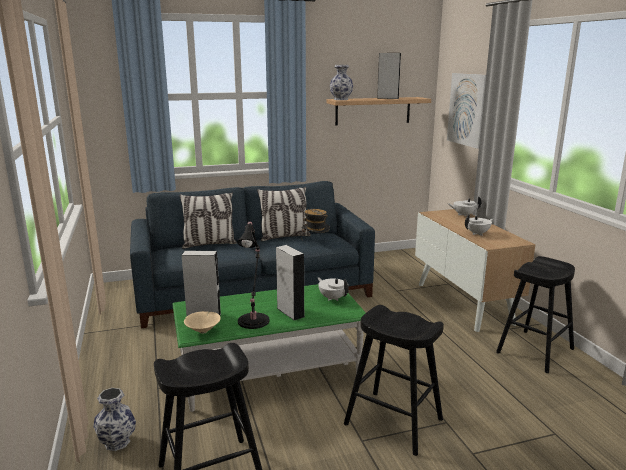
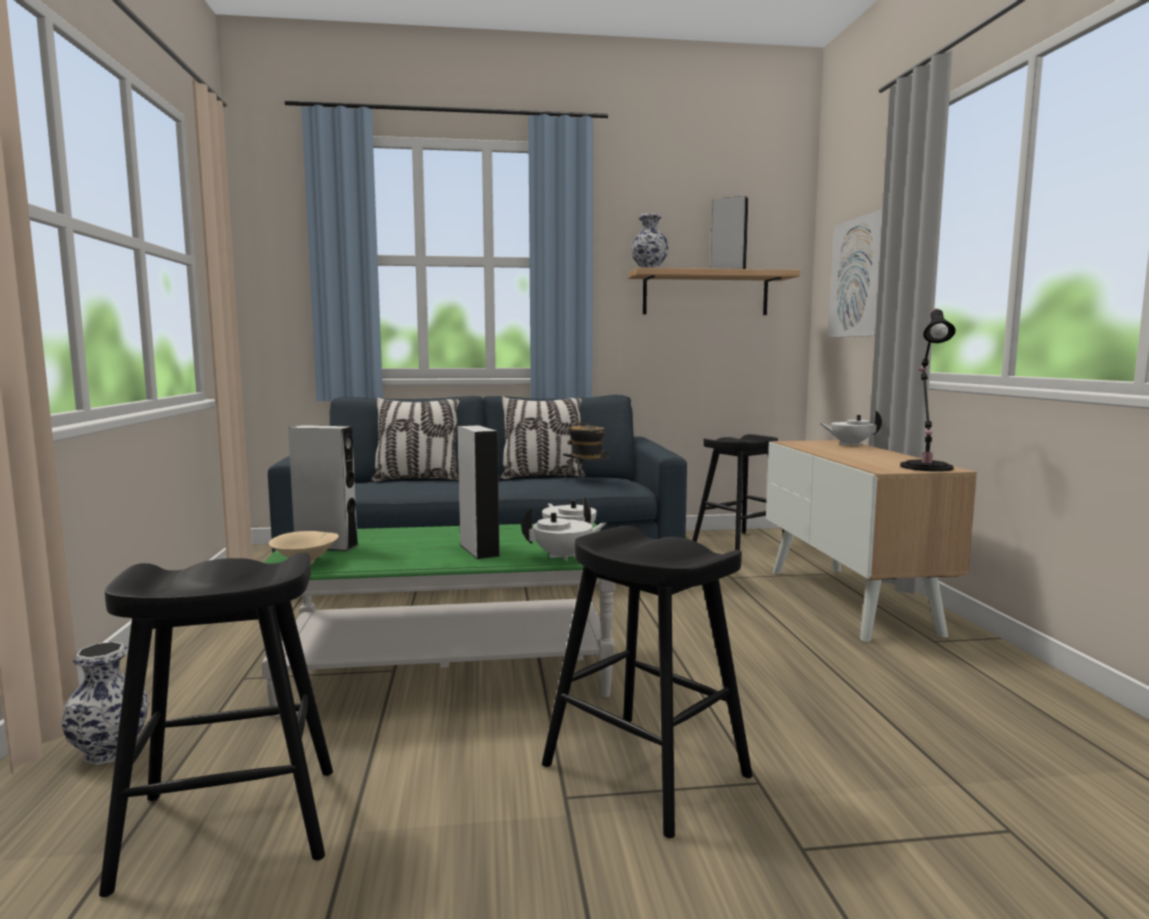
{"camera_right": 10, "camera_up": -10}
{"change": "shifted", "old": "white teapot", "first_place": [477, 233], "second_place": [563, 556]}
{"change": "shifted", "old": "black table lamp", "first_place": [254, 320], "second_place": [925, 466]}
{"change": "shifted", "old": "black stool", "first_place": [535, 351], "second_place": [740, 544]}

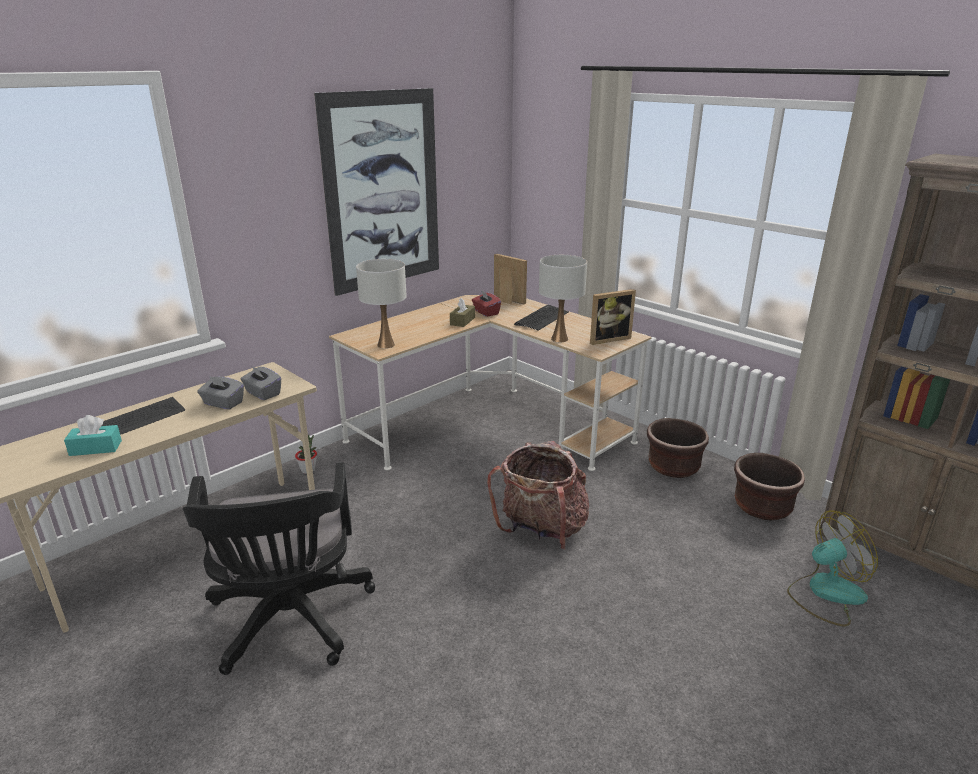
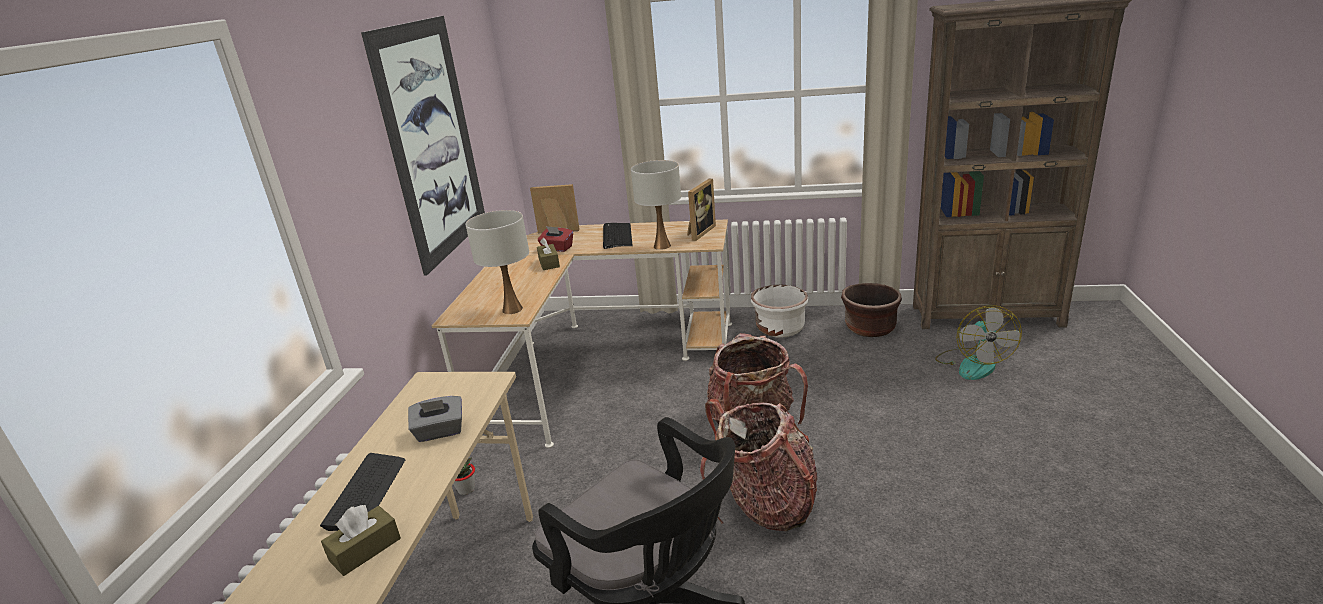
{"camera_right": -35, "camera_up": 0}
{"change": "gone", "old": "grey tissue box", "first_place": [262, 393]}
{"change": "repainted", "old": "turquoise tissue box", "new": "brown tissue box", "first_place": [95, 448], "second_place": [365, 549]}
{"change": "repainted", "old": "brown planter", "new": "white planter", "first_place": [673, 467], "second_place": [779, 329]}
{"change": "rotated", "old": "fan", "first_place": [825, 593], "second_place": [973, 364], "degrees": 150}
{"change": "new", "new": "backpack", "second_place": [765, 505]}

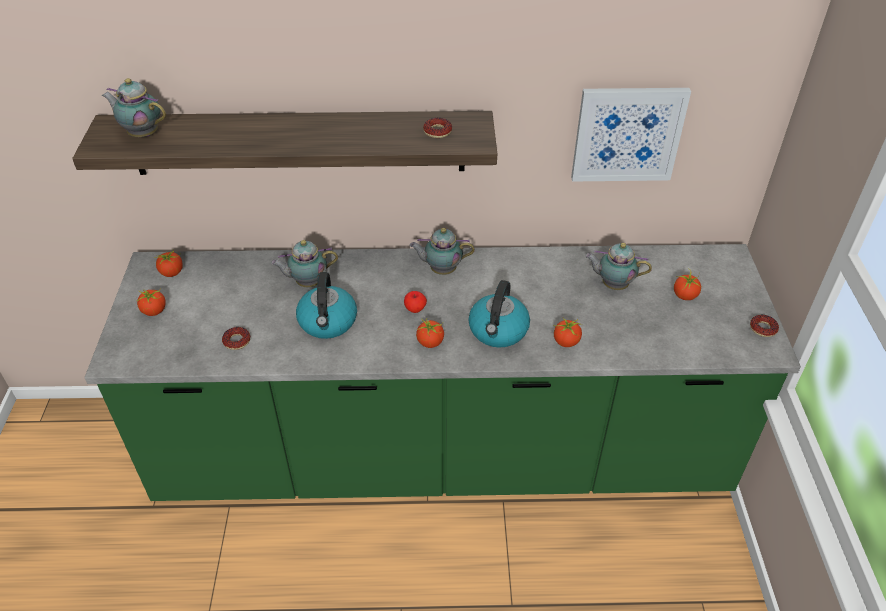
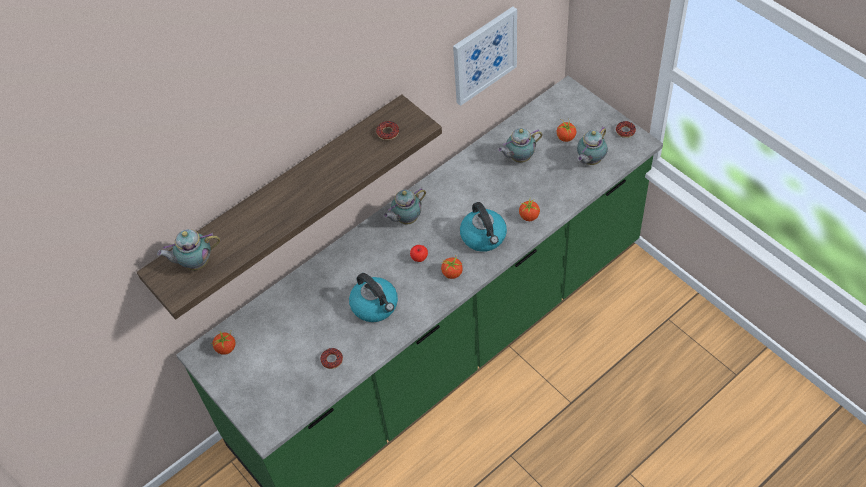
{"camera_right": -35, "camera_up": 10}
{"change": "shifted", "old": "teapot", "first_place": [307, 283], "second_place": [590, 161]}
{"change": "gone", "old": "tomato", "first_place": [154, 311]}

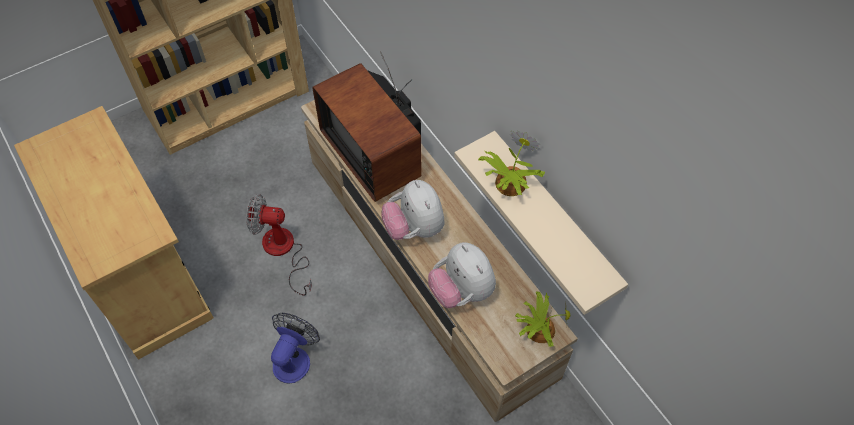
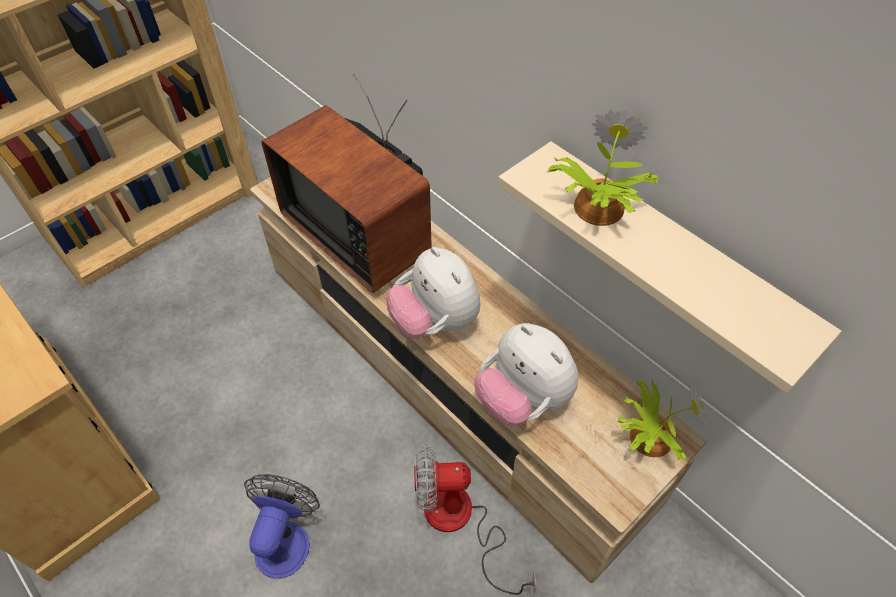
{"camera_right": -10, "camera_up": -5}
{"change": "shifted", "old": "fan", "first_place": [283, 251], "second_place": [460, 523]}

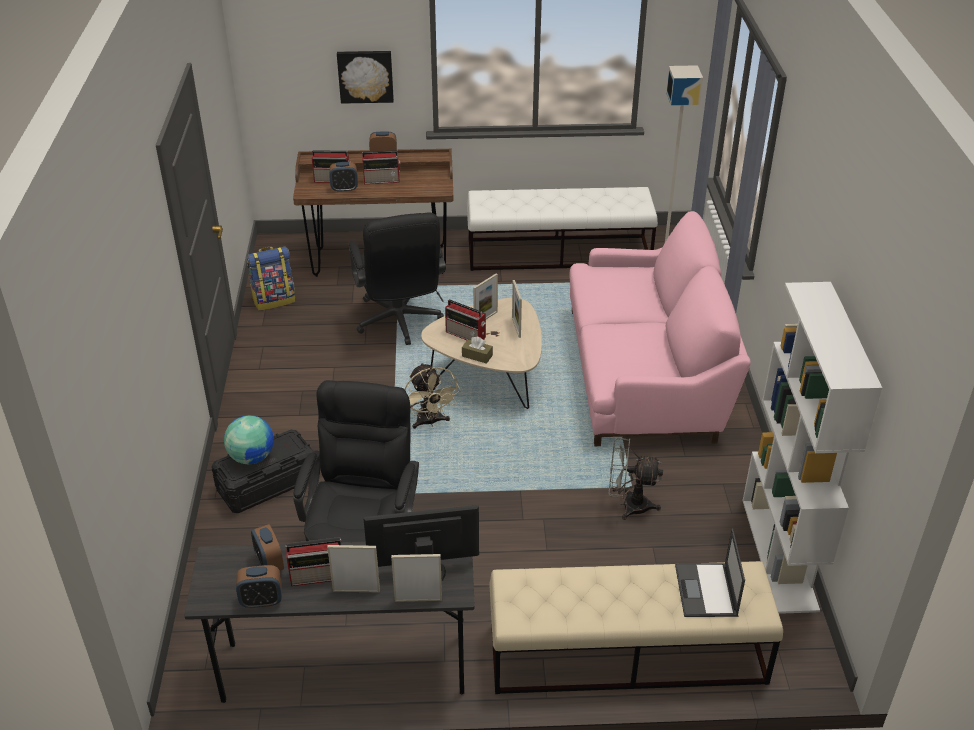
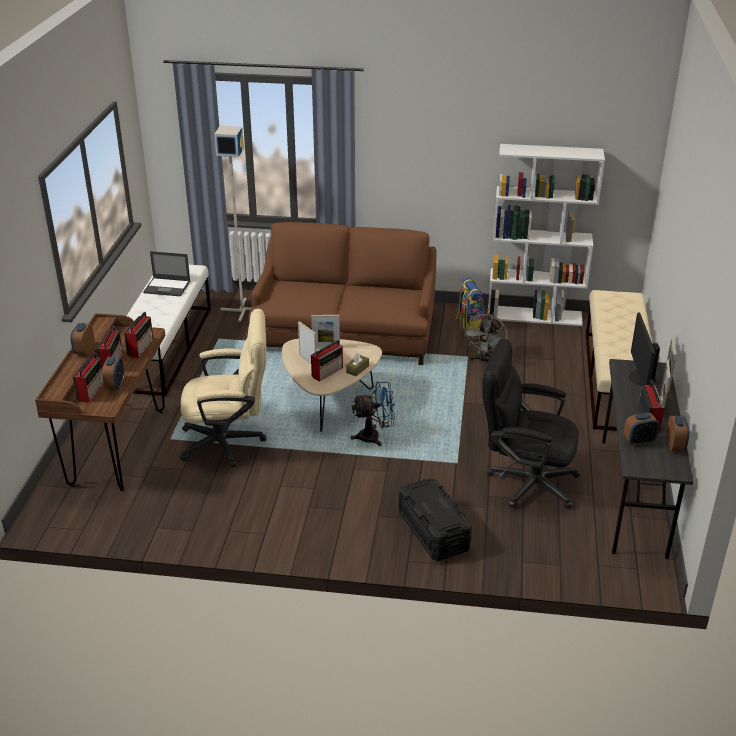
{"camera_right": -80, "camera_up": -5}
{"change": "gone", "old": "picture", "first_place": [365, 76]}
{"change": "repainted", "old": "pink sofa", "new": "brown sofa", "first_place": [644, 373], "second_place": [346, 333]}
{"change": "repainted", "old": "black office chair", "new": "beige office chair", "first_place": [399, 323], "second_place": [230, 442]}
{"change": "shifted", "old": "backpack", "first_place": [274, 300], "second_place": [469, 326]}
{"change": "repainted", "old": "beige fan", "new": "blue fan", "first_place": [430, 422], "second_place": [375, 437]}
{"change": "gone", "old": "globe", "first_place": [252, 457]}
{"change": "shifted", "old": "laptop", "first_place": [706, 591], "second_place": [167, 287]}
{"change": "new", "new": "radio", "second_place": [141, 347]}

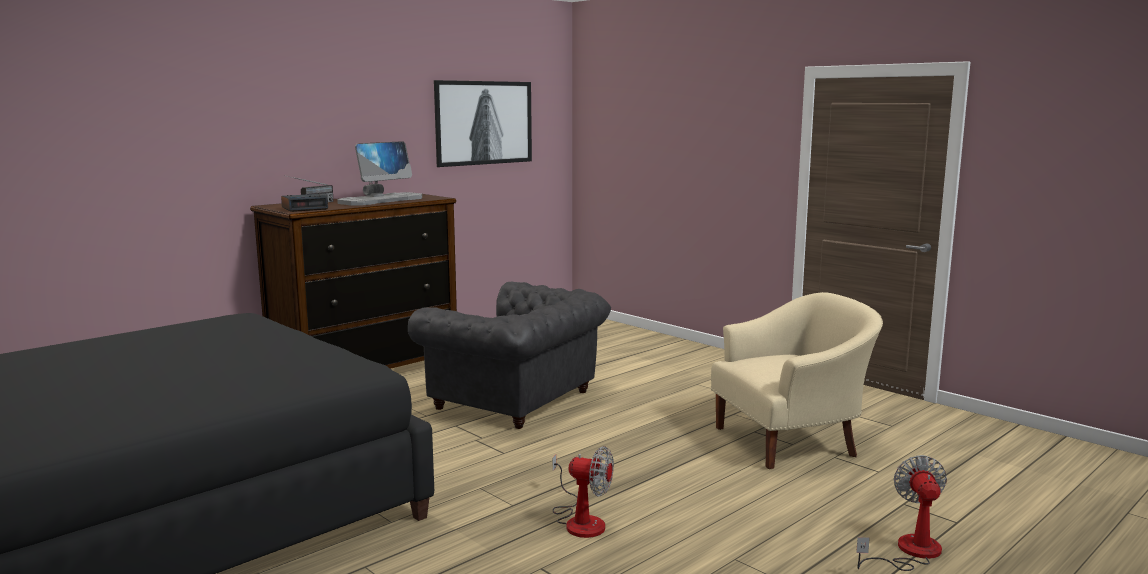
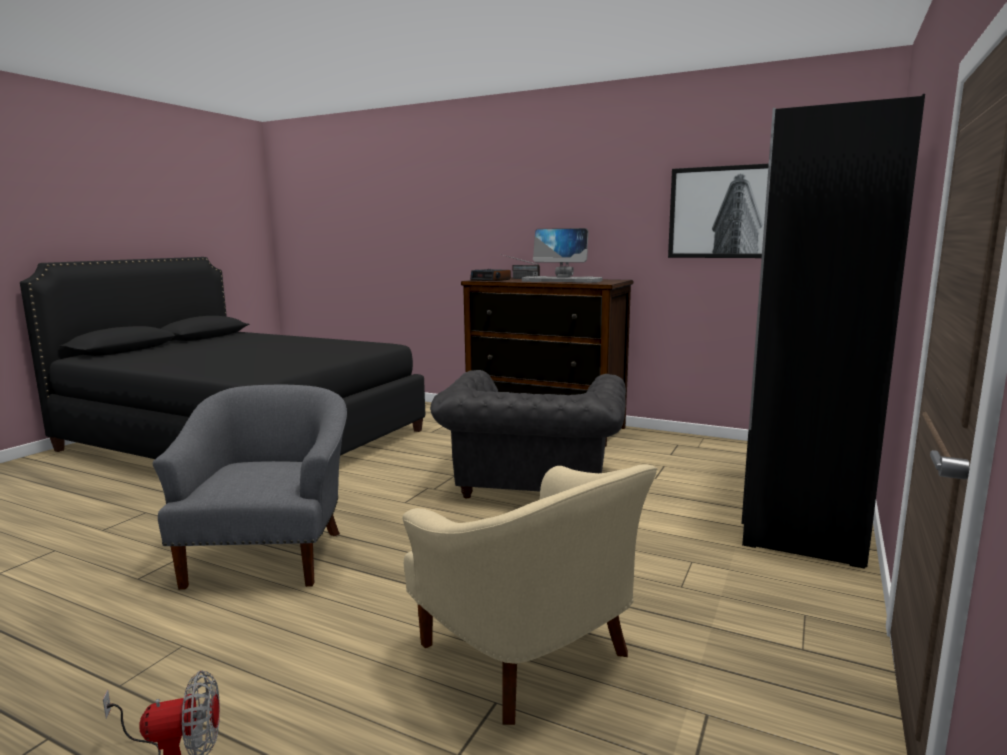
{"camera_right": 70, "camera_up": 0}
{"change": "swapped", "old": "fan", "new": "grey armchair", "first_place": [580, 520], "second_place": [270, 556]}
{"change": "new", "new": "black wardrobe", "second_place": [804, 517]}

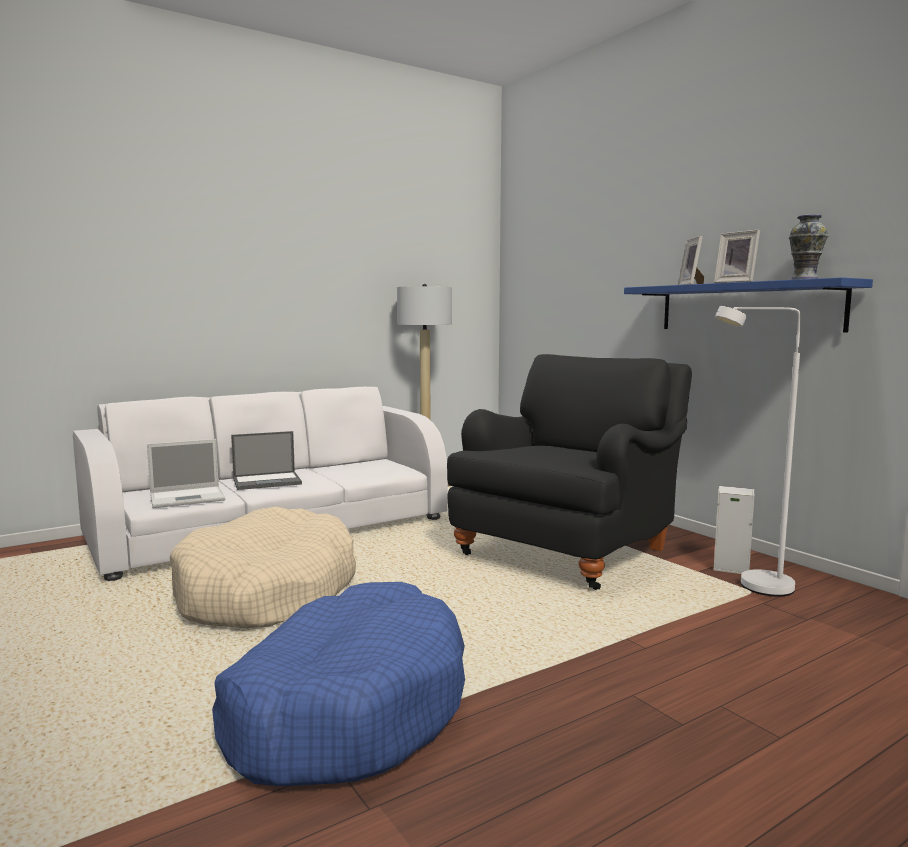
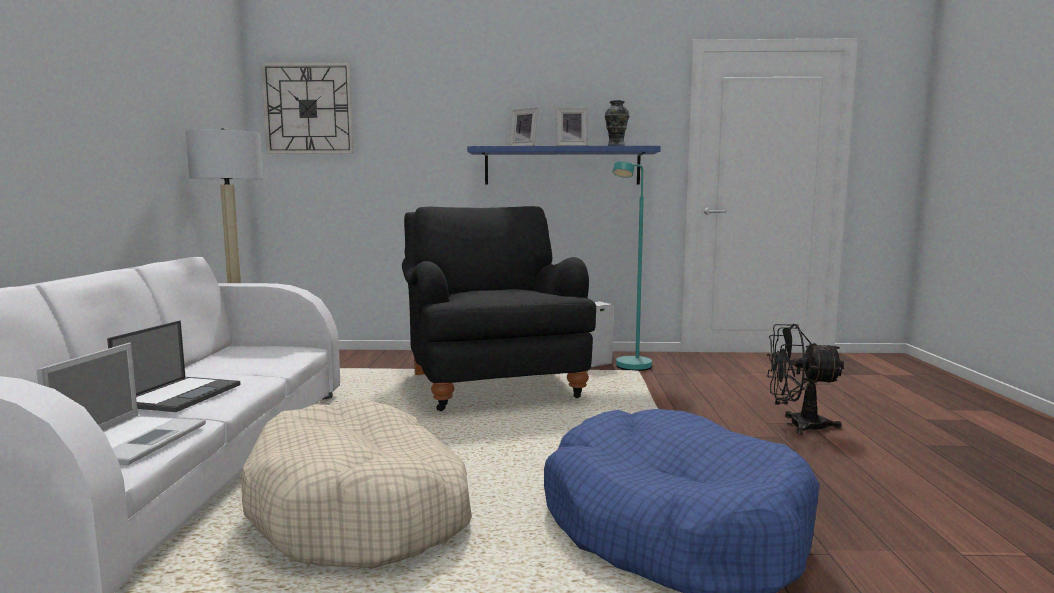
{"camera_right": -55, "camera_up": 0}
{"change": "repainted", "old": "white floor lamp", "new": "turquoise floor lamp", "first_place": [753, 587], "second_place": [630, 368]}
{"change": "new", "new": "wall clock", "second_place": [308, 109]}
{"change": "new", "new": "black fan", "second_place": [797, 425]}

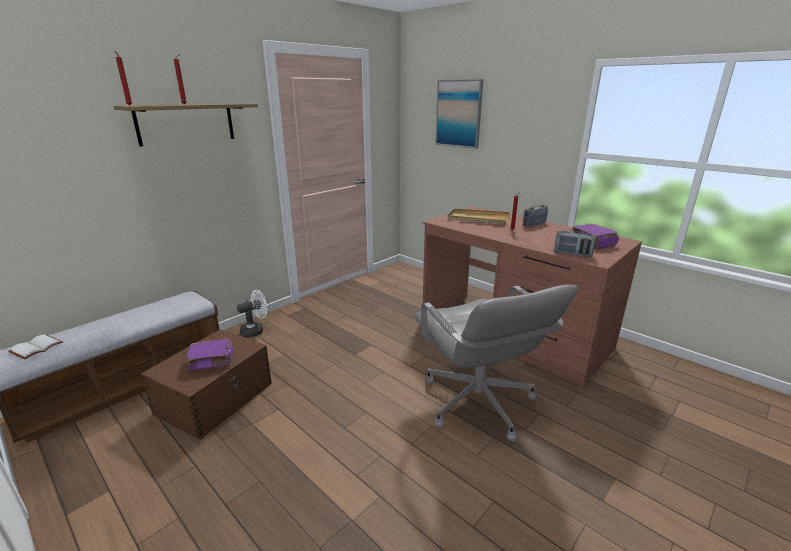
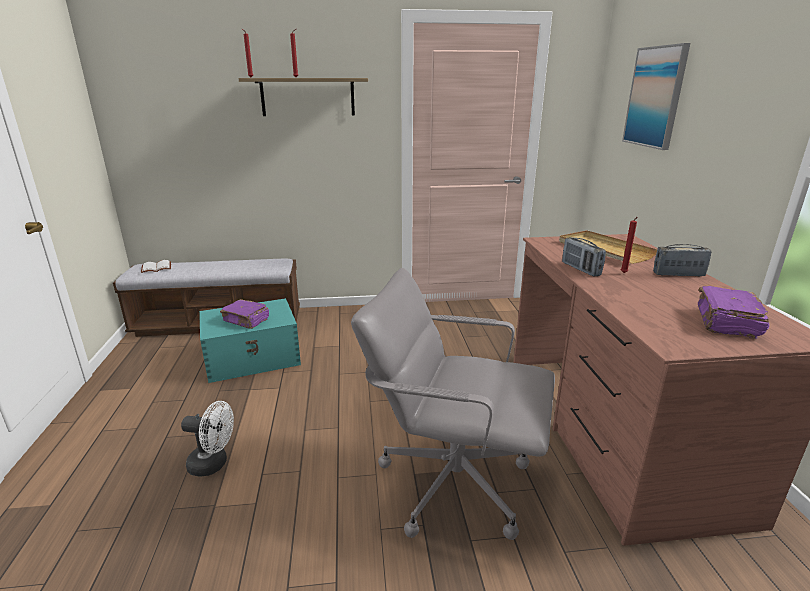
{"camera_right": 40, "camera_up": 0}
{"change": "shifted", "old": "radio", "first_place": [572, 254], "second_place": [580, 269]}
{"change": "rotated", "old": "grey office chair", "first_place": [477, 403], "second_place": [453, 481], "degrees": 90}
{"change": "shifted", "old": "white fan", "first_place": [255, 331], "second_place": [214, 464]}
{"change": "repainted", "old": "brown storage box", "new": "turquoise storage box", "first_place": [216, 397], "second_place": [253, 357]}

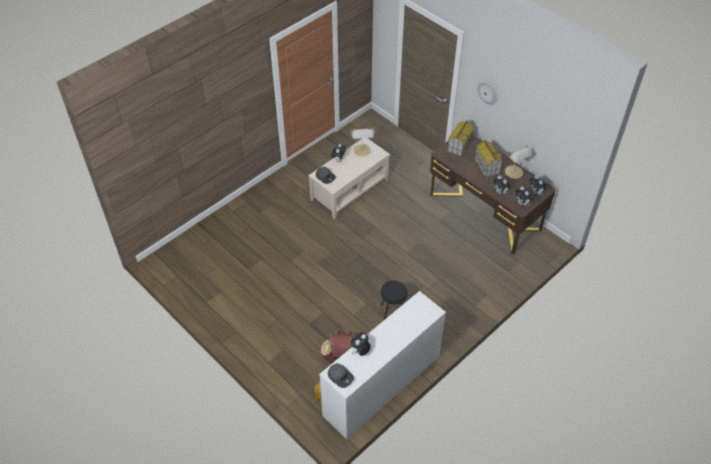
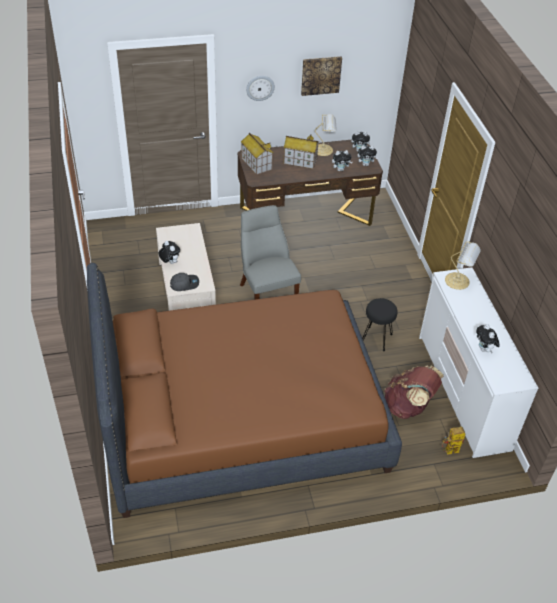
{"camera_right": -60, "camera_up": -5}
{"change": "shifted", "old": "table lamp", "first_place": [362, 151], "second_place": [458, 281]}
{"change": "gone", "old": "grey cap", "first_place": [340, 376]}
{"change": "new", "new": "picture", "second_place": [321, 75]}
{"change": "new", "new": "grey chair", "second_place": [266, 294]}
{"change": "new", "new": "brown bed", "second_place": [241, 417]}

